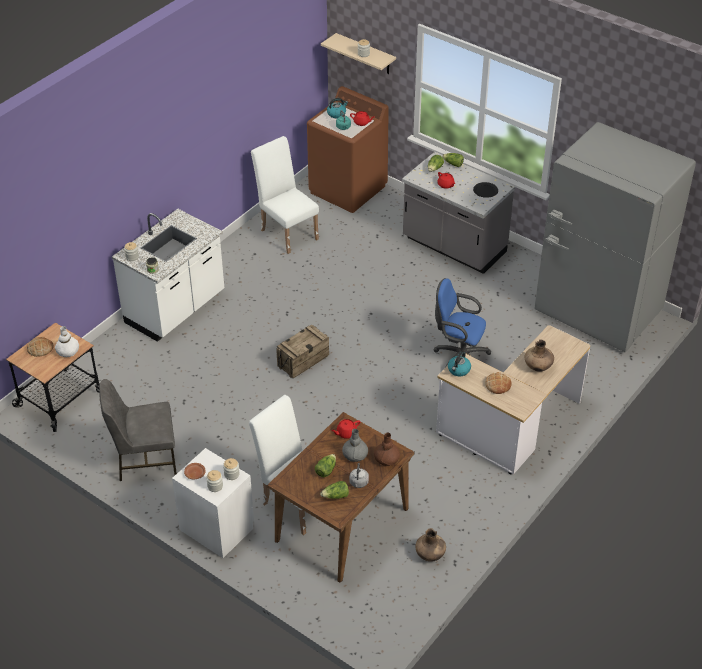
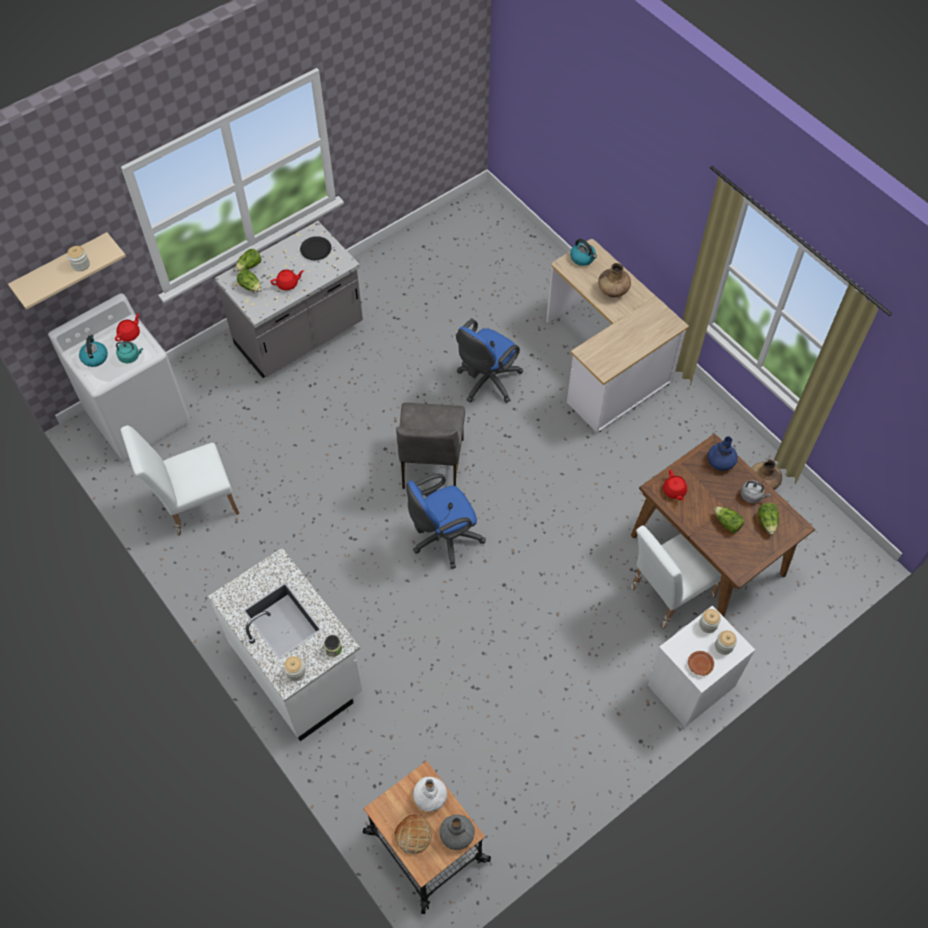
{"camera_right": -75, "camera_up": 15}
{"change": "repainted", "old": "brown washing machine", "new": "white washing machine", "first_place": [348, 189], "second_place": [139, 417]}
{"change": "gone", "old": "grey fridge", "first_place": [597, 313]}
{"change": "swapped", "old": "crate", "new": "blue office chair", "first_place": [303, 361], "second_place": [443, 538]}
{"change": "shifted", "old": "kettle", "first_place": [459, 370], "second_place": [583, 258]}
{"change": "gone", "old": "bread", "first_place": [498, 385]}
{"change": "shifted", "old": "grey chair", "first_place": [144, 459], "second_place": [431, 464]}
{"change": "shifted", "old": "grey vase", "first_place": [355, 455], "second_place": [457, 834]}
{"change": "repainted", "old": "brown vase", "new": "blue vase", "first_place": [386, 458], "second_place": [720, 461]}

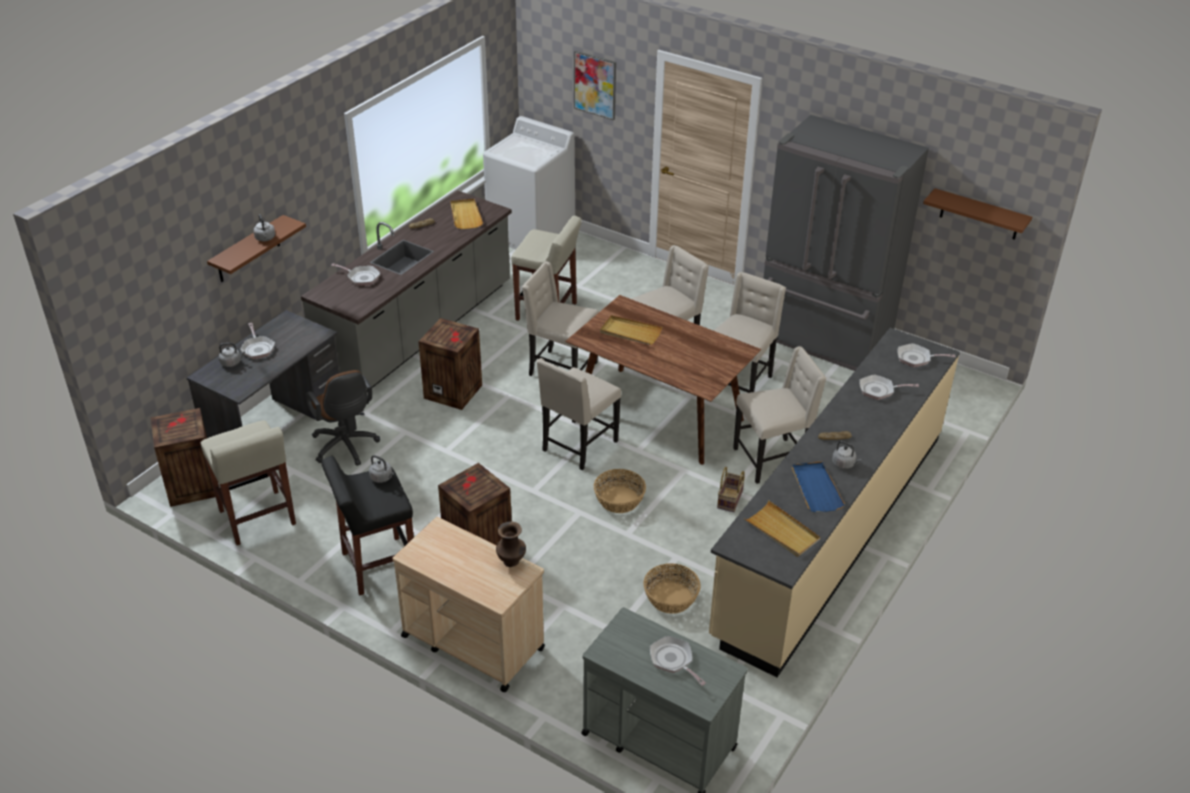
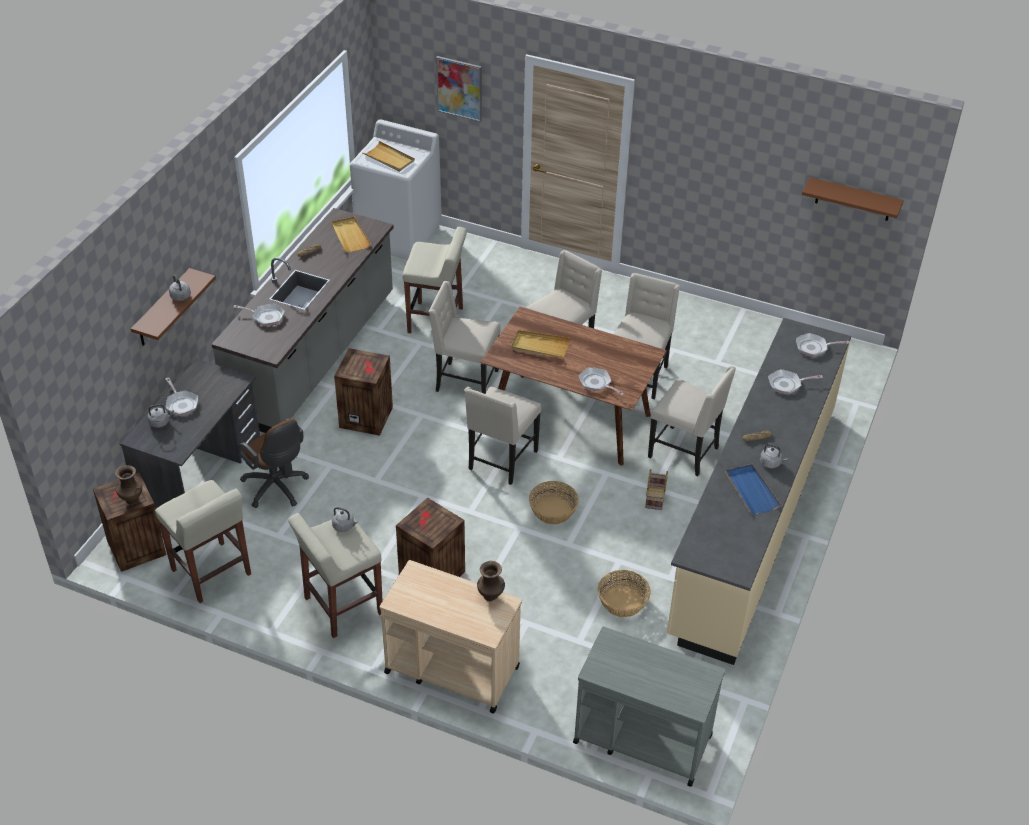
{"camera_right": -10, "camera_up": 5}
{"change": "gone", "old": "grey fridge", "first_place": [822, 341]}
{"change": "rotated", "old": "beige chair", "first_place": [772, 459], "second_place": [685, 452], "degrees": 60}
{"change": "repainted", "old": "black stool", "new": "beige stool", "first_place": [377, 566], "second_place": [342, 606]}
{"change": "shifted", "old": "beige tray", "first_place": [782, 531], "second_place": [389, 158]}
{"change": "shifted", "old": "frying pan", "first_place": [673, 660], "second_place": [597, 383]}
{"change": "new", "new": "brown vase", "second_place": [131, 499]}

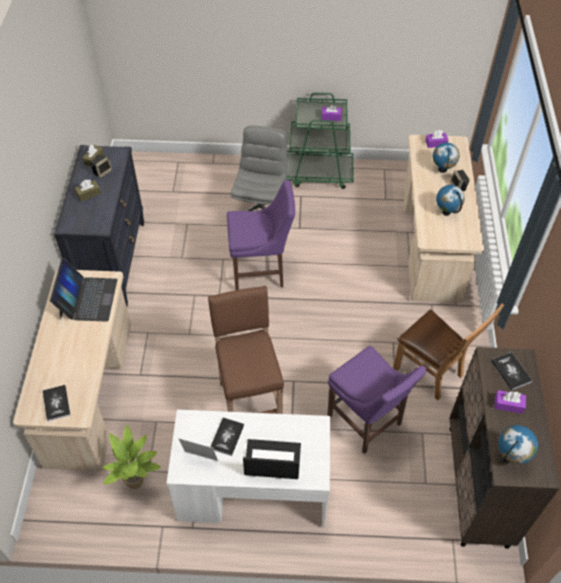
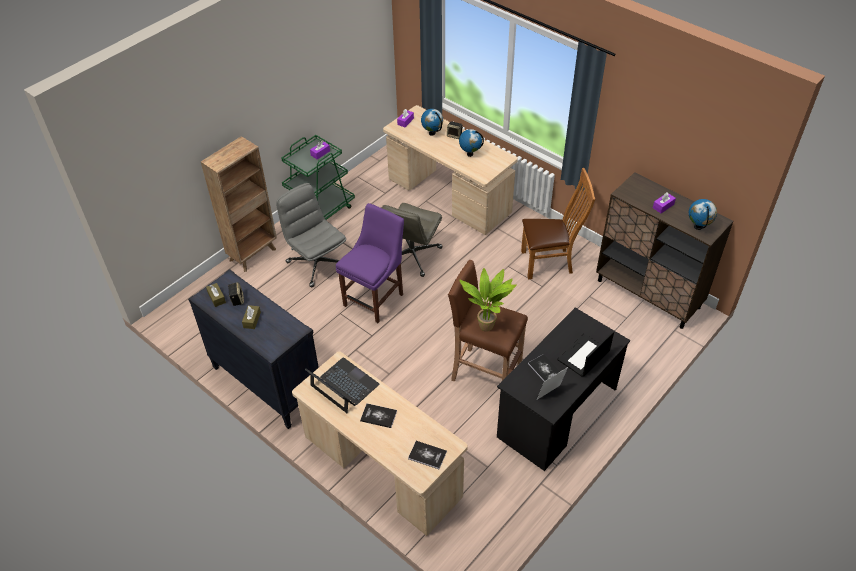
{"camera_right": -50, "camera_up": -5}
{"change": "gone", "old": "purple chair", "first_place": [366, 422]}
{"change": "shifted", "old": "book", "first_place": [511, 371], "second_place": [378, 416]}
{"change": "repainted", "old": "white desk", "new": "black desk", "first_place": [252, 491], "second_place": [557, 413]}
{"change": "shifted", "old": "potted plant", "first_place": [138, 483], "second_place": [487, 325]}
{"change": "new", "new": "brown bookcase", "second_place": [253, 254]}
{"change": "new", "new": "grey office chair", "second_place": [412, 256]}

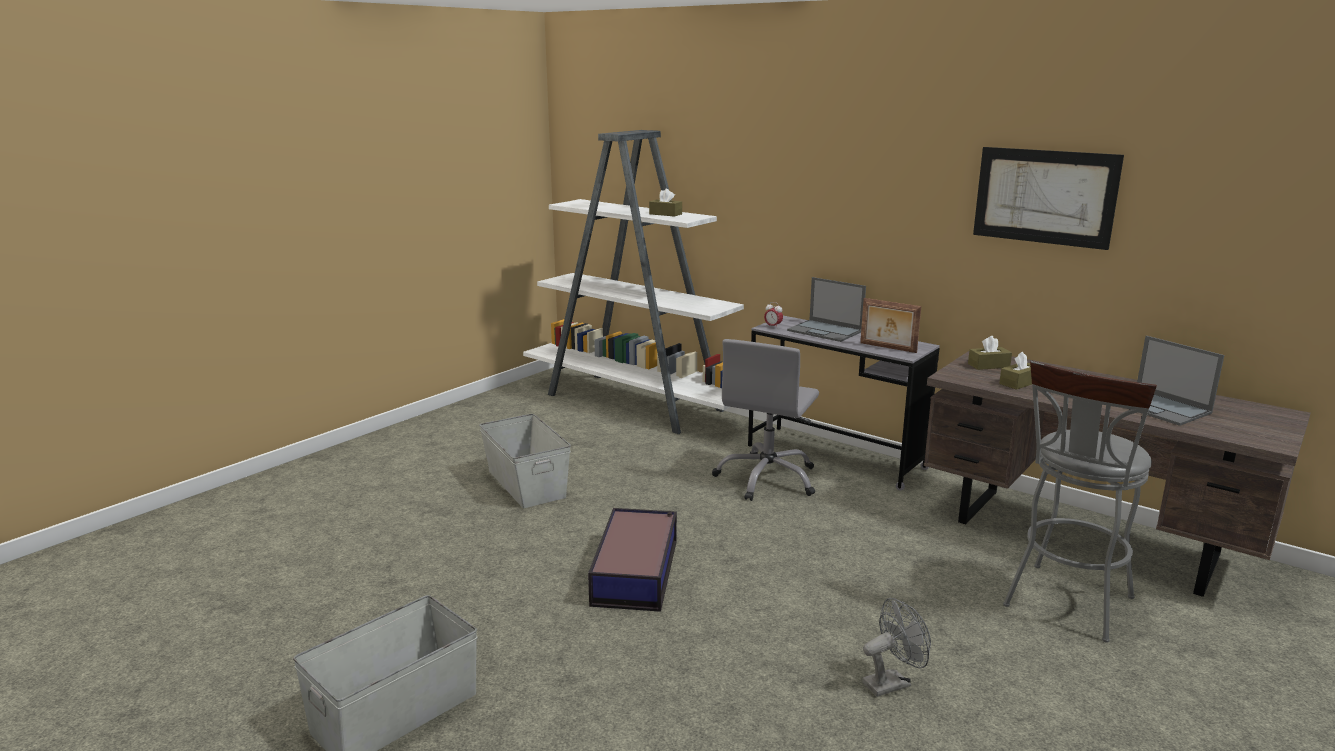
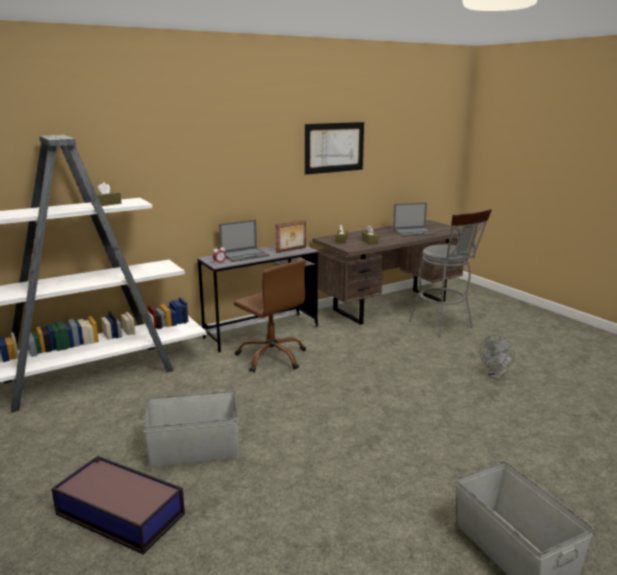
{"camera_right": -70, "camera_up": 0}
{"change": "repainted", "old": "grey office chair", "new": "brown office chair", "first_place": [767, 478], "second_place": [272, 357]}
{"change": "shifted", "old": "storage box", "first_place": [636, 571], "second_place": [119, 513]}
{"change": "rotated", "old": "grey fan", "first_place": [892, 682], "second_place": [495, 376], "degrees": -135}

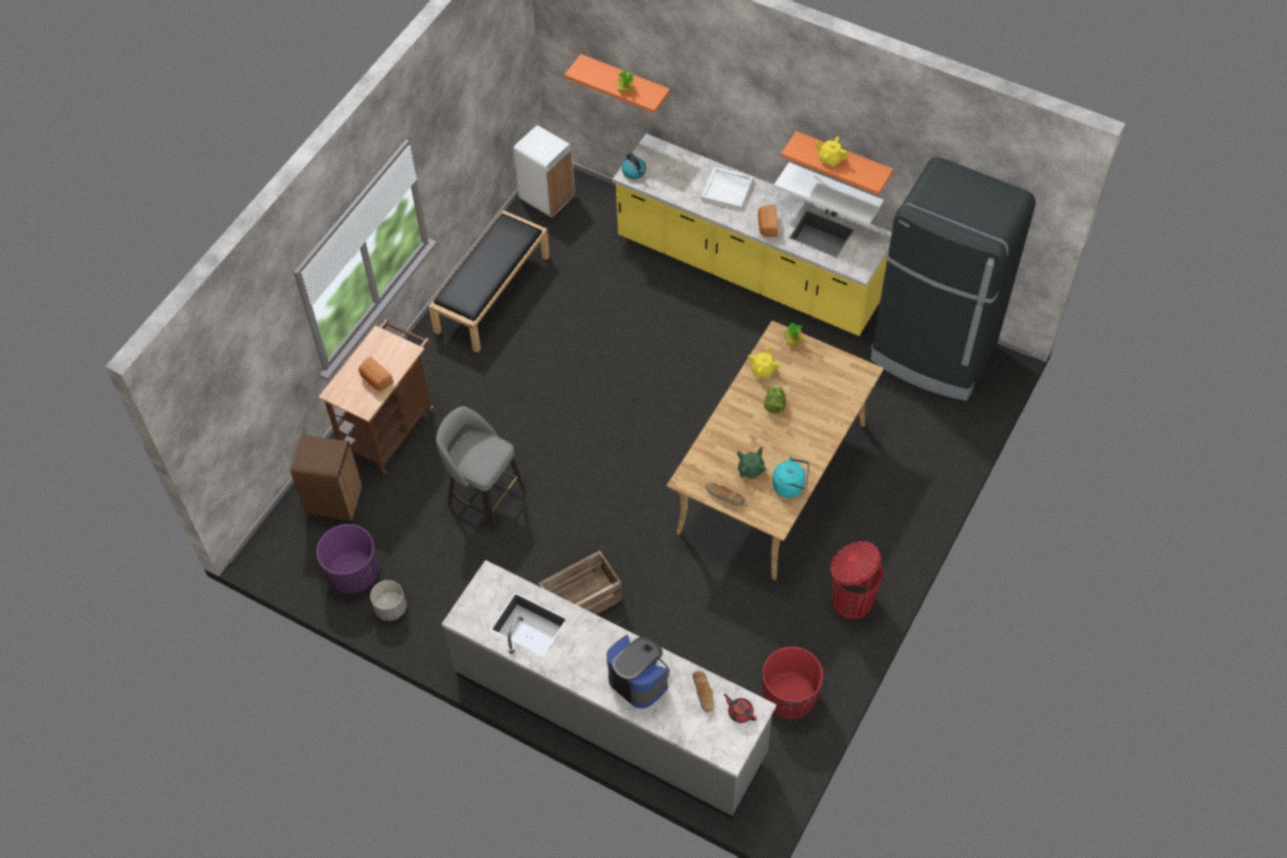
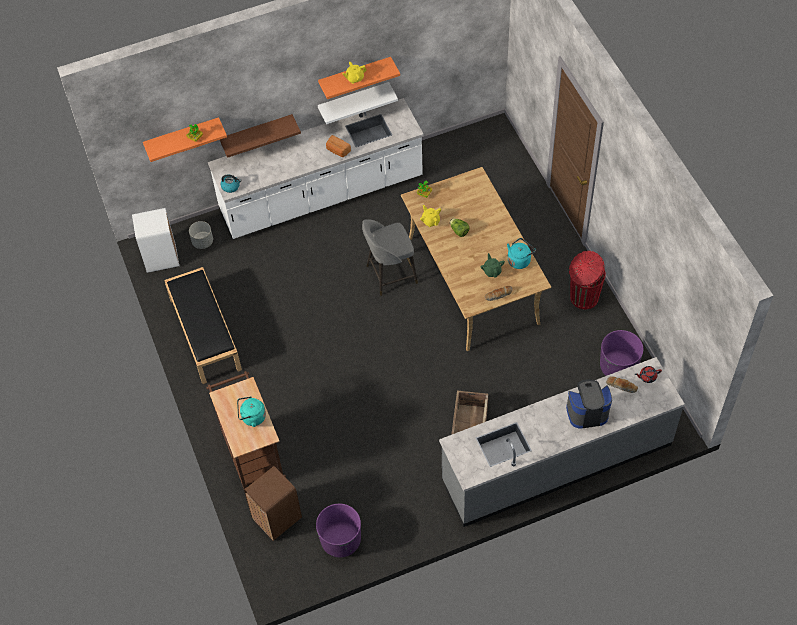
{"camera_right": -50, "camera_up": 0}
{"change": "repainted", "old": "yellow counter", "new": "white counter", "first_place": [748, 271], "second_place": [322, 196]}
{"change": "gone", "old": "black fridge", "first_place": [933, 355]}
{"change": "gone", "old": "white tray", "first_place": [727, 190]}
{"change": "swapped", "old": "bread", "new": "turquoise kettle", "first_place": [375, 380], "second_place": [252, 417]}
{"change": "shifted", "old": "grey stool", "first_place": [483, 495], "second_place": [390, 275]}
{"change": "shifted", "old": "grey planter", "first_place": [390, 608], "second_place": [202, 242]}
{"change": "repainted", "old": "red planter", "new": "purple planter", "first_place": [789, 696], "second_place": [618, 367]}
{"change": "new", "new": "brown shelf", "second_place": [257, 132]}

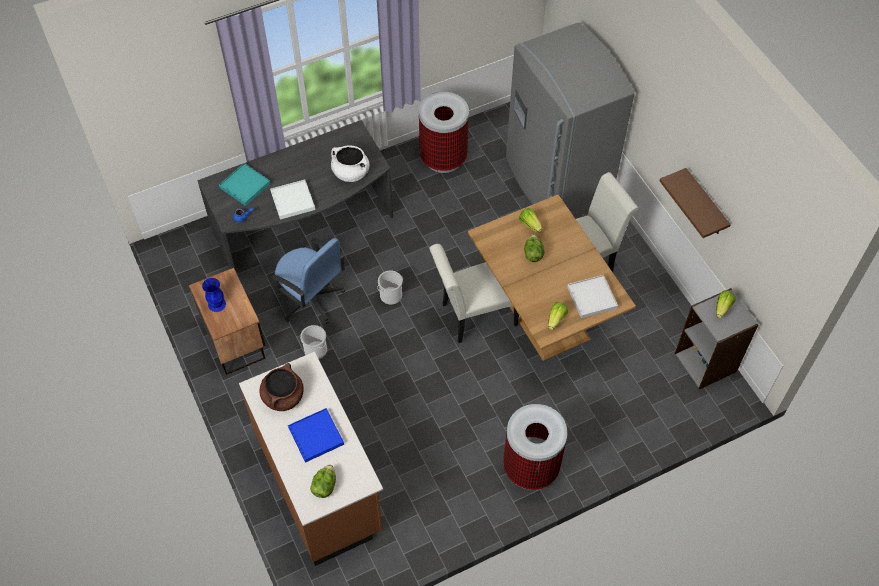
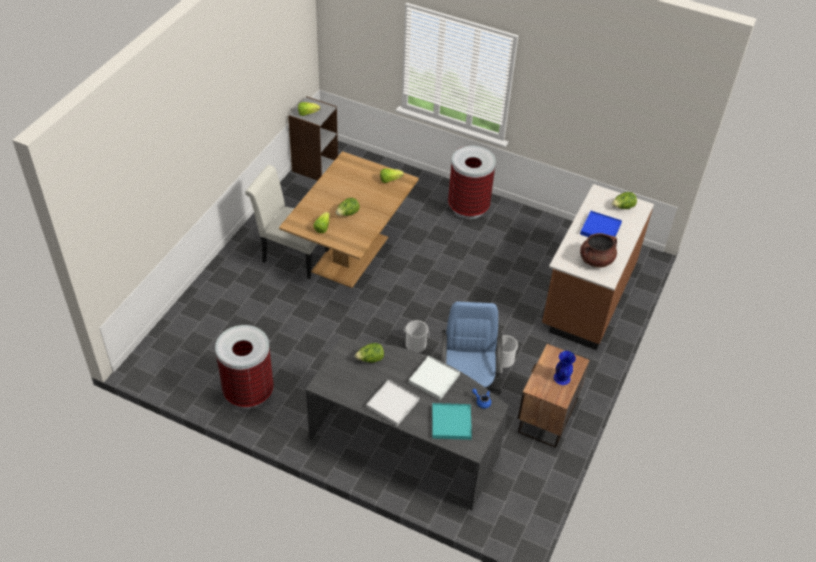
{"camera_right": -130, "camera_up": -10}
{"change": "gone", "old": "grey fridge", "first_place": [555, 181]}
{"change": "swapped", "old": "white cooking pot", "new": "lettuce", "first_place": [350, 173], "second_place": [370, 359]}
{"change": "gone", "old": "brown shelf", "first_place": [705, 204]}
{"change": "gone", "old": "white chair", "first_place": [474, 316]}
{"change": "shifted", "old": "white tray", "first_place": [591, 298], "second_place": [392, 404]}

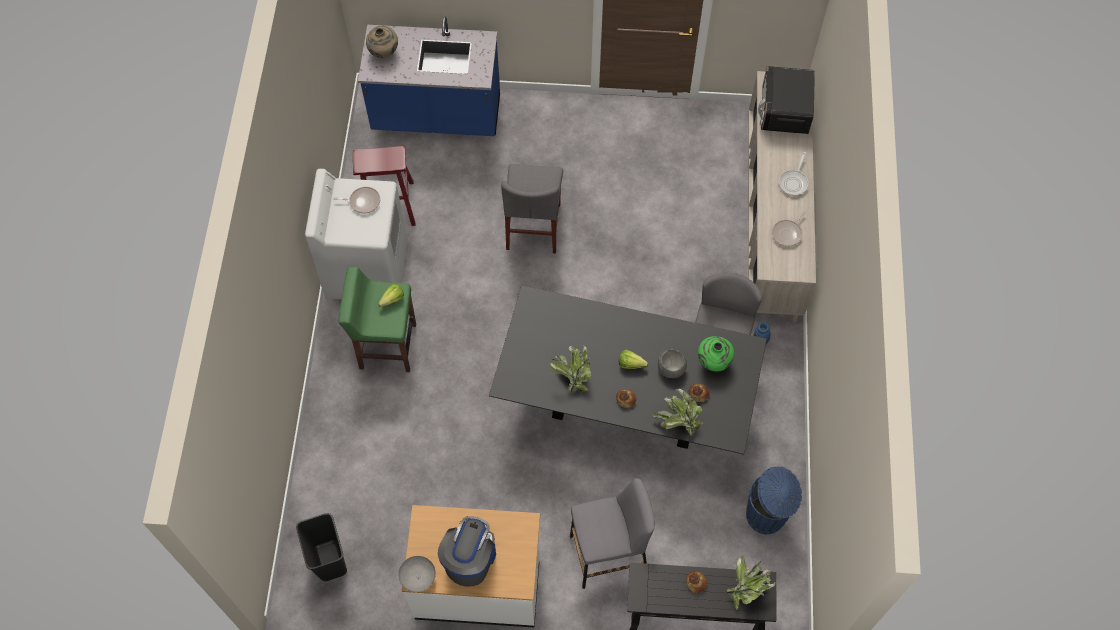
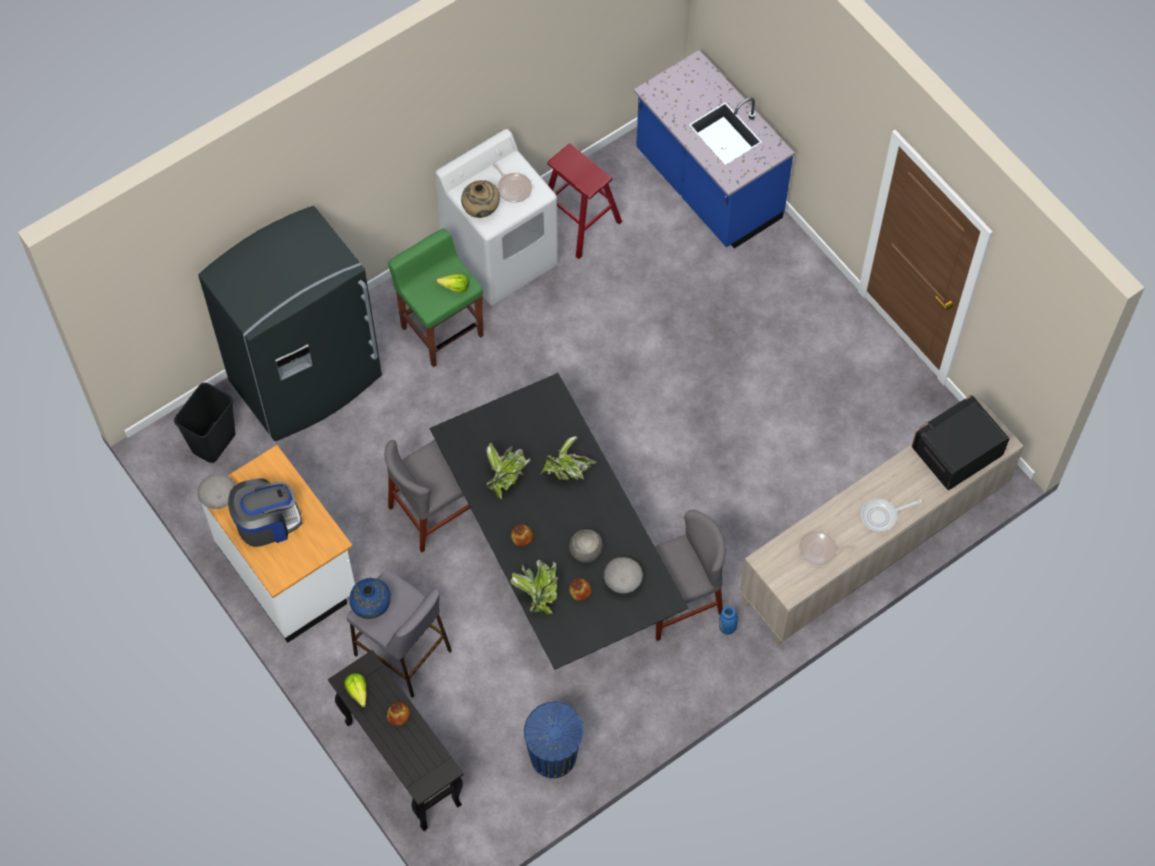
{"camera_right": 50, "camera_up": 0}
{"change": "shifted", "old": "beige vase", "first_place": [384, 53], "second_place": [481, 211]}
{"change": "shifted", "old": "grey chair", "first_place": [533, 226], "second_place": [434, 511]}
{"change": "swapped", "old": "green vase", "new": "grey bowl", "first_place": [713, 362], "second_place": [623, 580]}
{"change": "shifted", "old": "lettuce", "first_place": [633, 365], "second_place": [358, 695]}
{"change": "shifted", "old": "potted plant", "first_place": [747, 588], "second_place": [567, 472]}
{"change": "new", "new": "grey fridge", "second_place": [307, 380]}
{"change": "new", "new": "blue vase", "second_place": [371, 607]}

